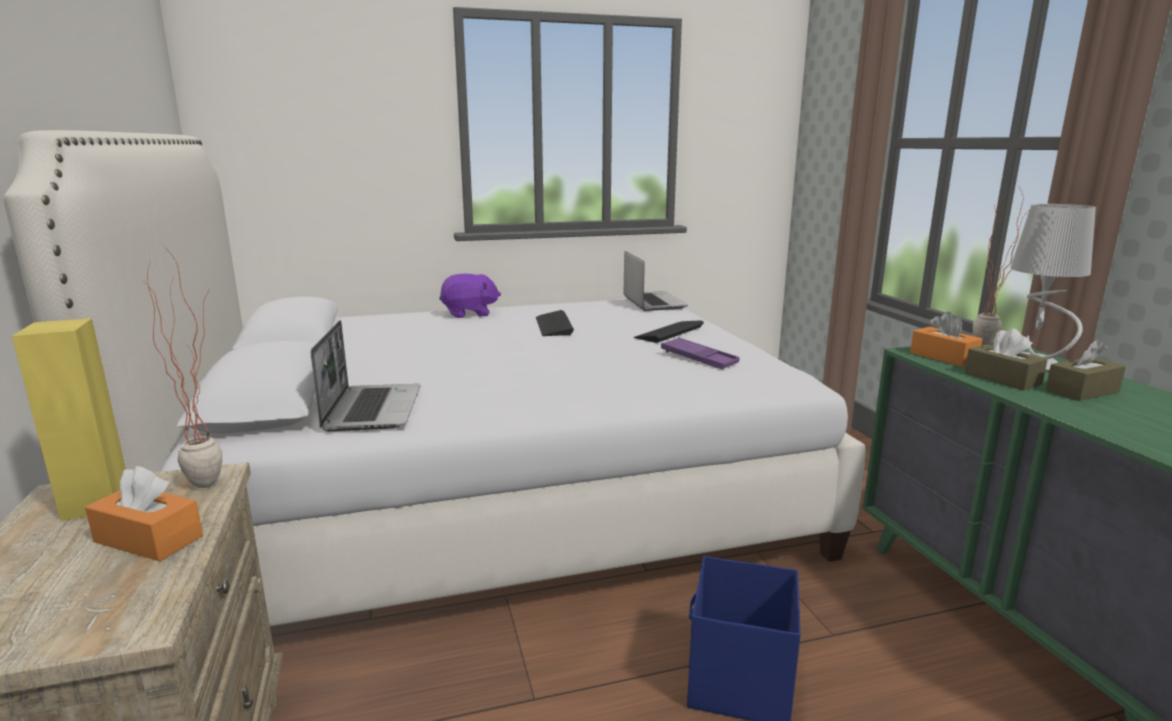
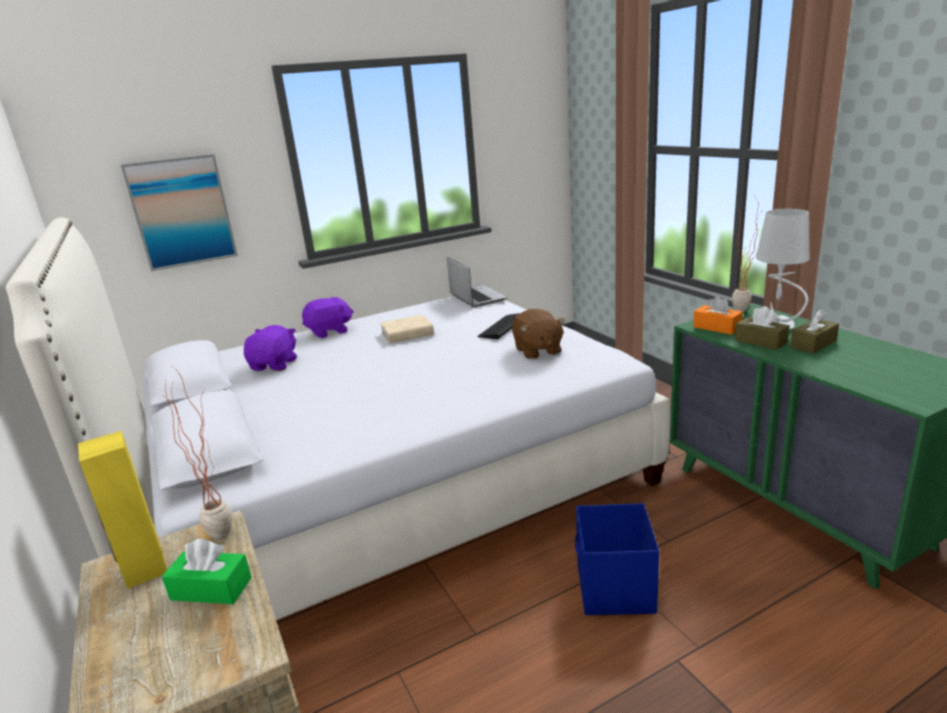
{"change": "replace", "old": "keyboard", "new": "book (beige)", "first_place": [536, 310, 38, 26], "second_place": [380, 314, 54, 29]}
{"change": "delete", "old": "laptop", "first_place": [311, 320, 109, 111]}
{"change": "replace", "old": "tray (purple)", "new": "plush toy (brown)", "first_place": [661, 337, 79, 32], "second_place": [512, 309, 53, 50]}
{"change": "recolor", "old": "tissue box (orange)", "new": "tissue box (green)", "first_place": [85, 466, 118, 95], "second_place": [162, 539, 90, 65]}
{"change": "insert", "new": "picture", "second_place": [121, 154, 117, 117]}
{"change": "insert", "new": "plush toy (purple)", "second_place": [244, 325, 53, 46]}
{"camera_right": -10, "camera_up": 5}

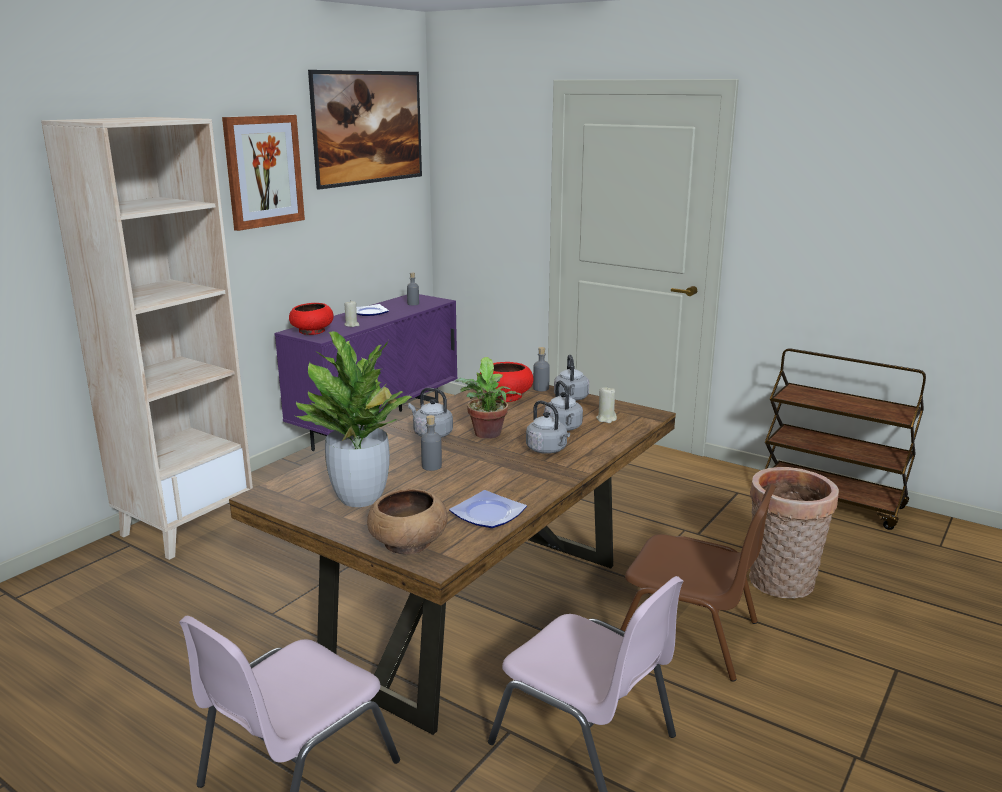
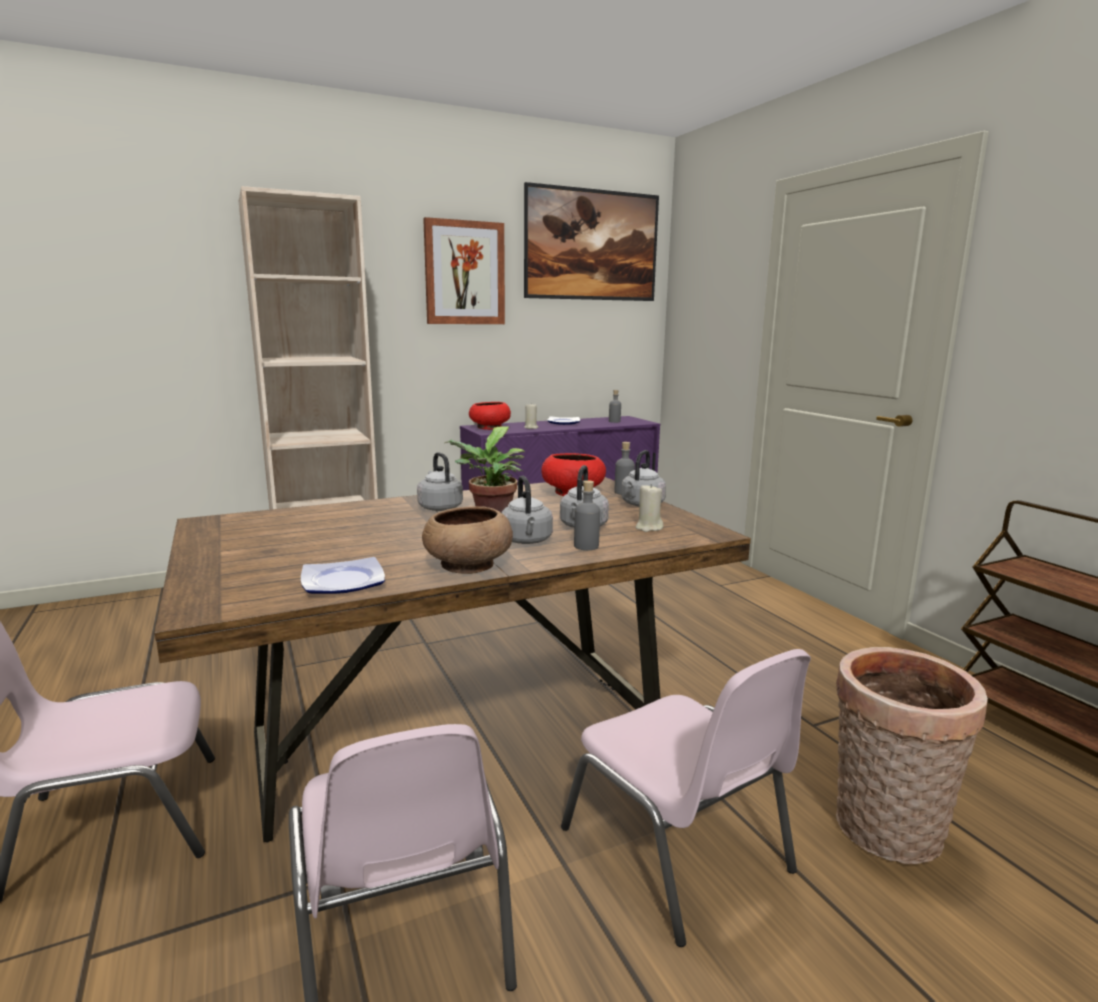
{"change": "delete", "old": "potted plant", "first_place": [296, 331, 116, 176]}
{"change": "move", "old": "bottle (grey)", "first_place": [421, 415, 21, 56], "second_place": [574, 480, 26, 70]}
{"change": "recolor", "old": "chair (brown)", "new": "chair (pink)", "first_place": [620, 483, 157, 198], "second_place": [561, 649, 250, 298]}
{"change": "move", "old": "bowl (brown)", "first_place": [367, 488, 81, 66], "second_place": [422, 506, 91, 68]}
{"camera_right": 30, "camera_up": -5}

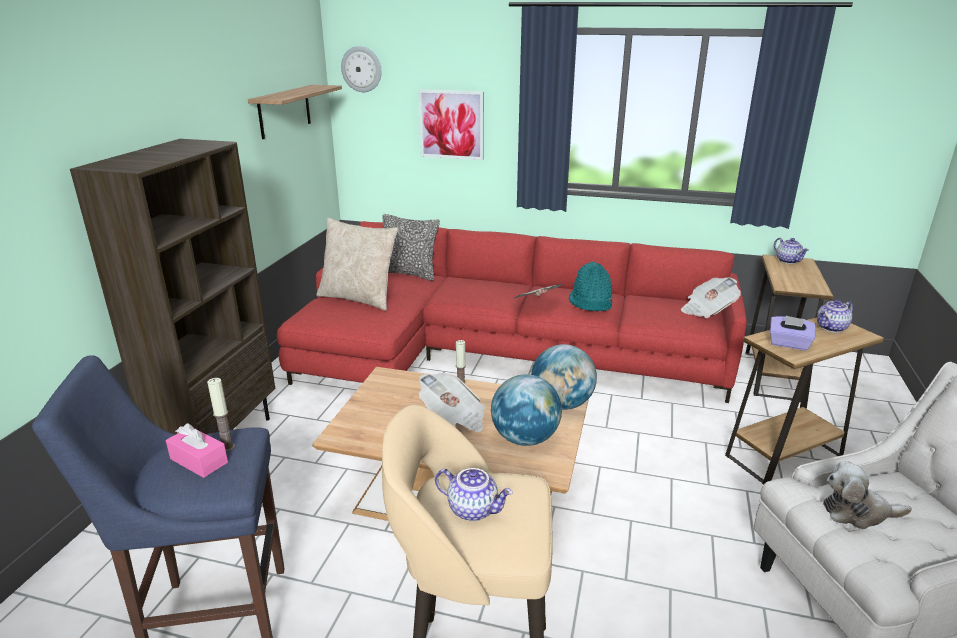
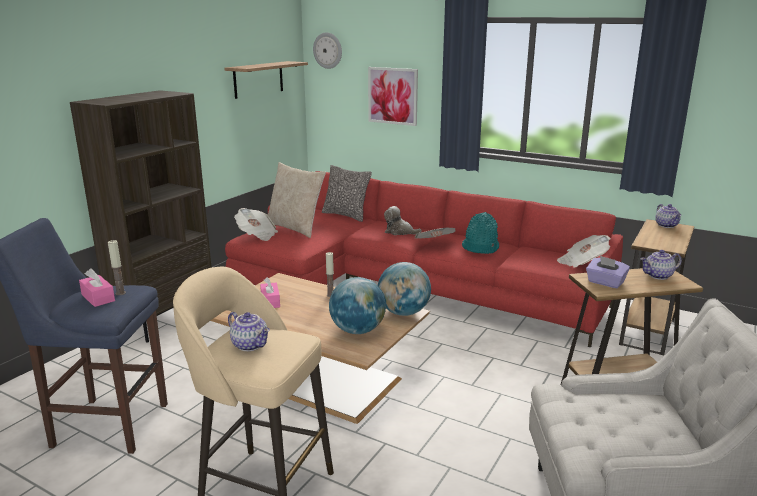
{"change": "move", "old": "newspaper", "first_place": [419, 373, 67, 59], "second_place": [234, 208, 44, 33]}
{"change": "move", "old": "plush toy", "first_place": [823, 461, 89, 69], "second_place": [384, 206, 38, 29]}
{"change": "insert", "new": "tissue box (pink)", "second_place": [260, 277, 20, 31]}
{"camera_right": 15, "camera_up": -5}

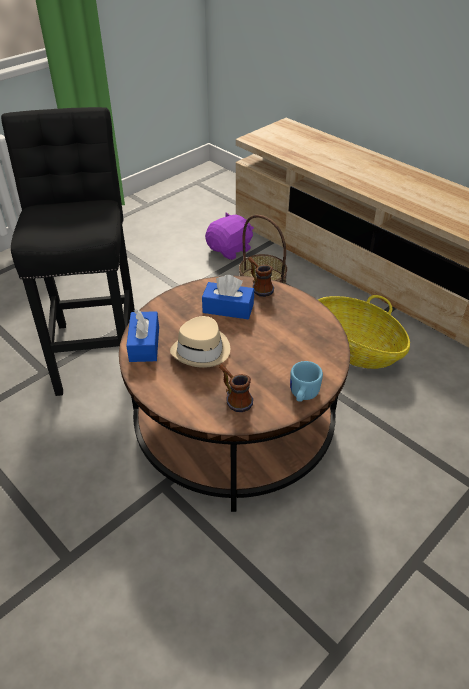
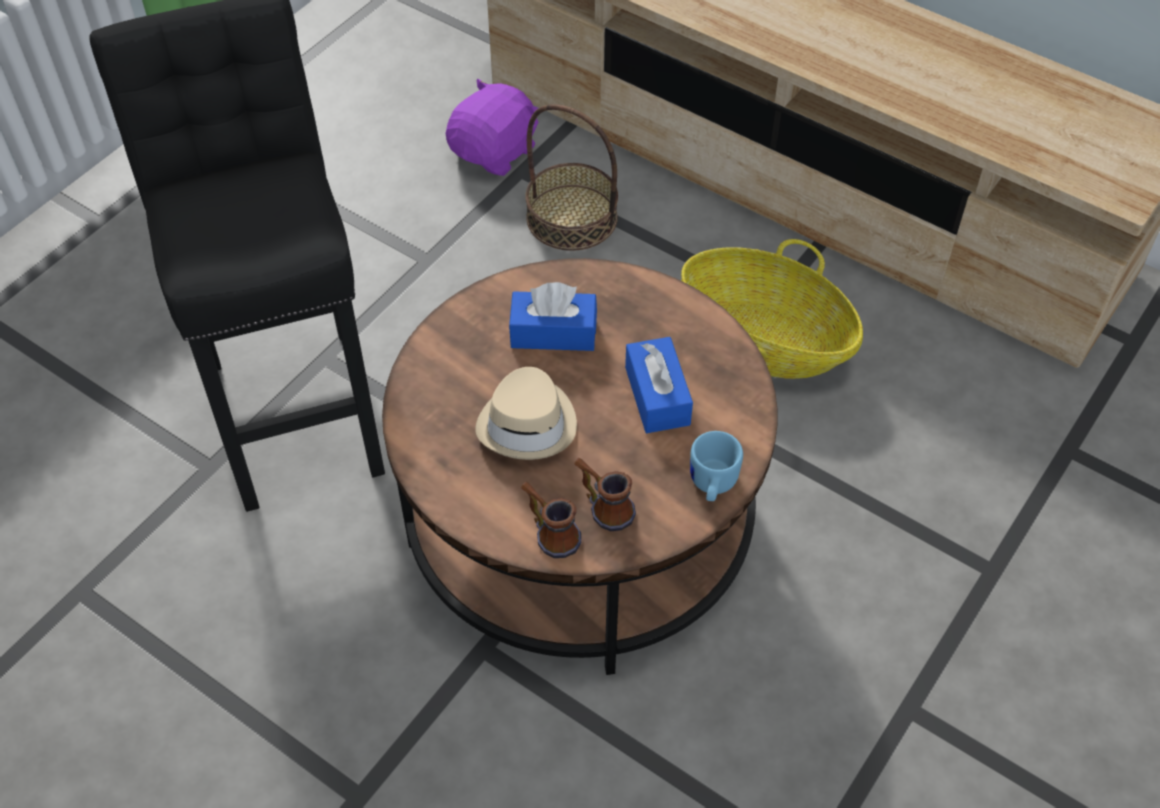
{"change": "move", "old": "mug", "first_place": [248, 257, 26, 40], "second_place": [521, 482, 60, 76]}
{"change": "move", "old": "tissue box (blue)", "first_place": [126, 309, 33, 53], "second_place": [625, 337, 68, 96]}
{"camera_right": -10, "camera_up": 10}

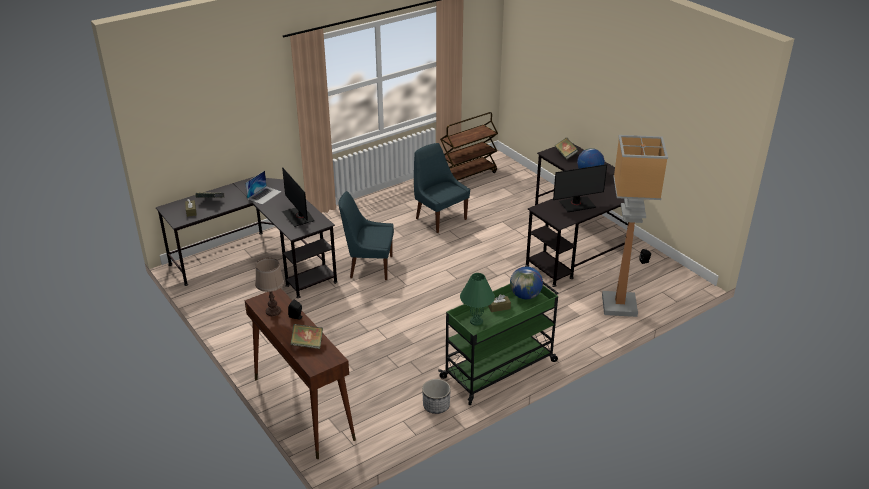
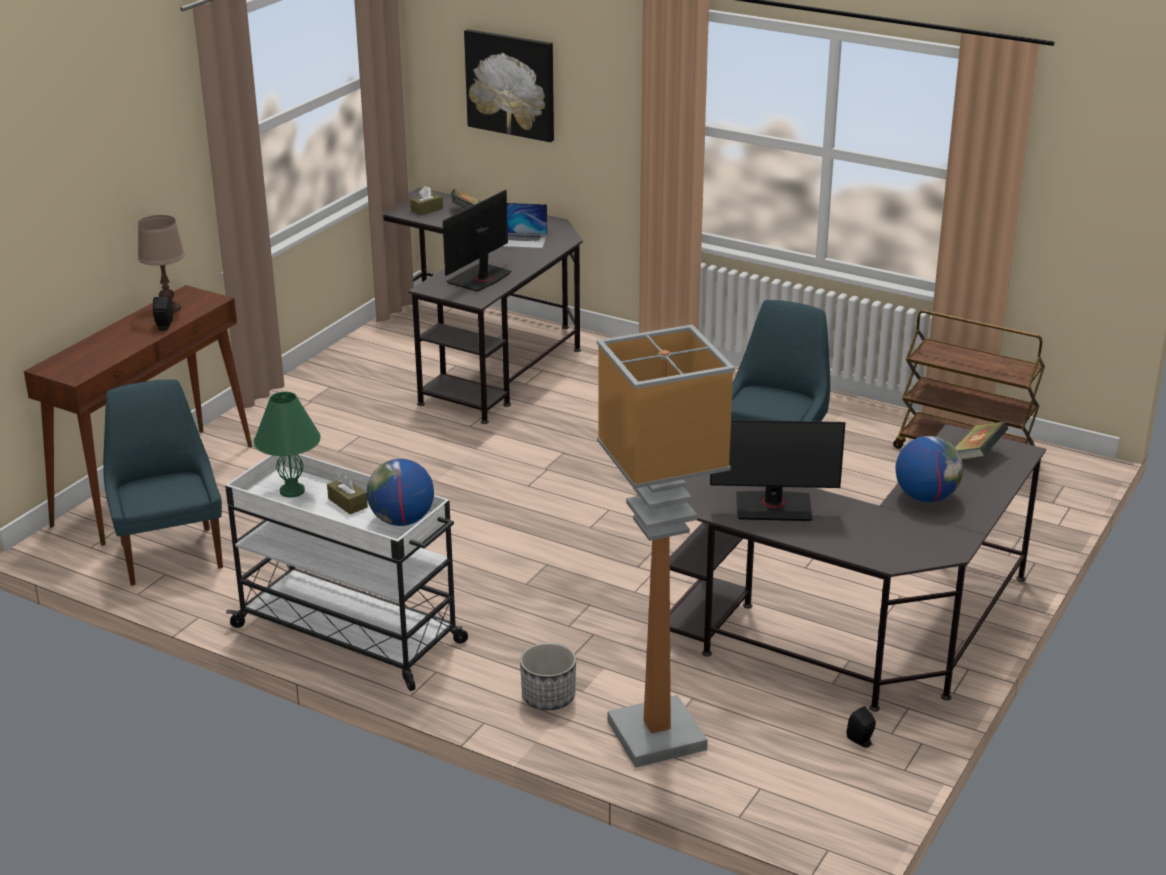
{"change": "rotate", "old": "monitor", "first_place": [553, 164, 54, 48], "second_place": [710, 420, 136, 101], "degrees": -45}
{"change": "move", "old": "chair (blue)", "first_place": [339, 191, 55, 89], "second_place": [103, 379, 120, 207]}
{"change": "recolor", "old": "cart (green)", "new": "cart (white)", "first_place": [438, 282, 120, 123], "second_place": [225, 454, 243, 237]}
{"change": "delete", "old": "book", "first_place": [290, 324, 33, 25]}
{"change": "move", "old": "planter", "first_place": [422, 379, 29, 35], "second_place": [520, 643, 56, 67]}
{"change": "insert", "new": "picture", "second_place": [464, 29, 90, 113]}
{"camera_right": 65, "camera_up": -5}

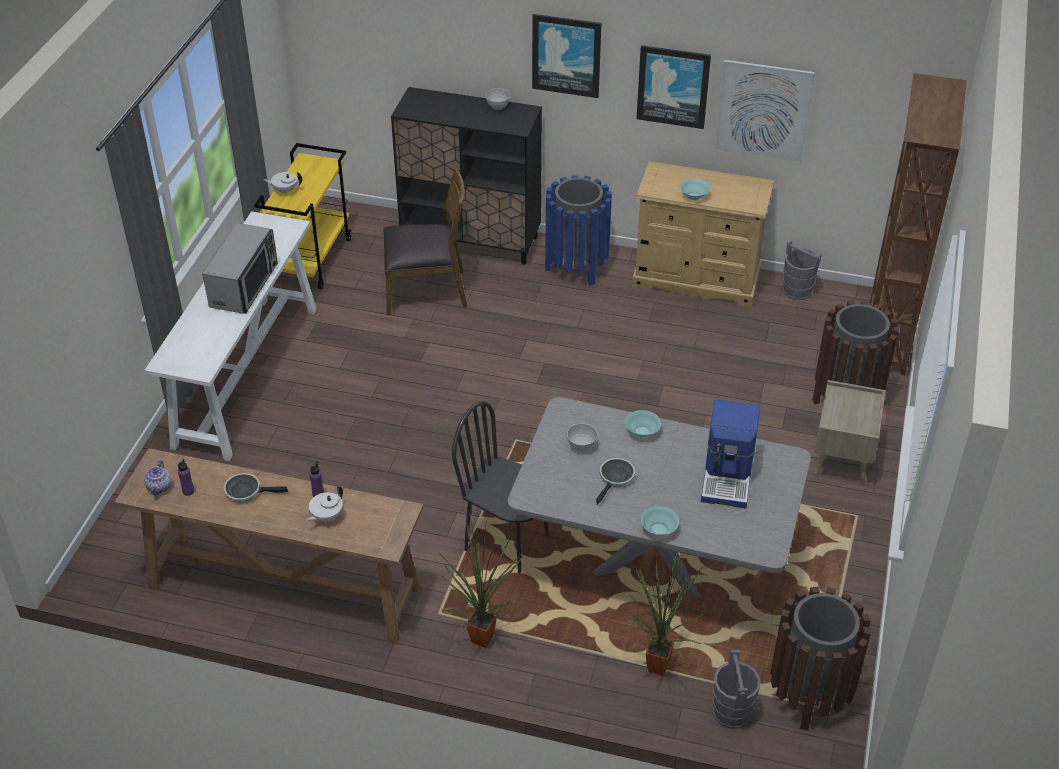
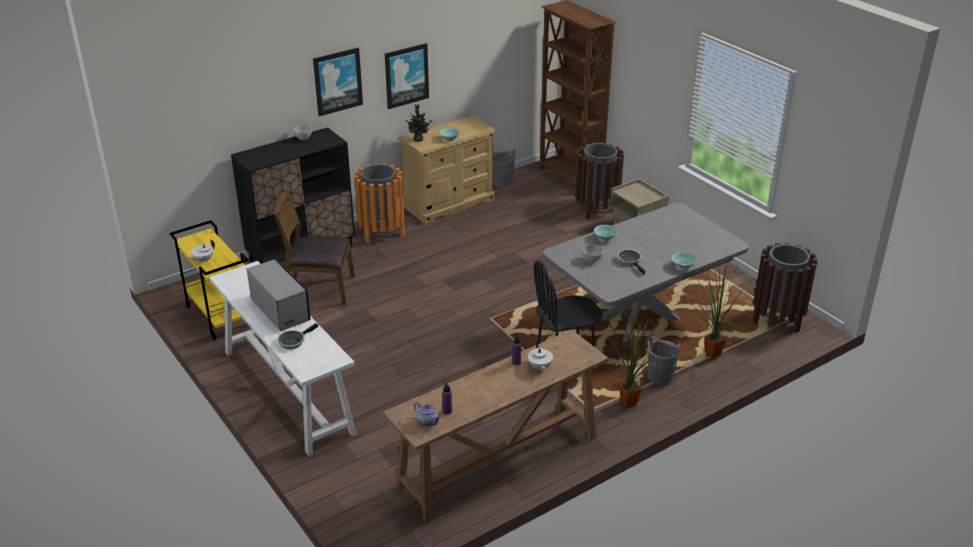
{"change": "delete", "old": "picture", "first_place": [715, 60, 100, 102]}
{"change": "rotate", "old": "chair (brown)", "first_place": [383, 168, 84, 147], "second_place": [274, 191, 81, 114], "degrees": -120}
{"change": "recolor", "old": "trash can (blue)", "new": "trash can (orange)", "first_place": [545, 175, 67, 111], "second_place": [354, 163, 51, 80]}
{"change": "delete", "old": "coffee machine", "first_place": [701, 399, 59, 110]}
{"change": "move", "old": "frying pan", "first_place": [224, 473, 64, 29], "second_place": [277, 323, 41, 26]}
{"change": "move", "old": "bucket (grey)", "first_place": [713, 650, 47, 79], "second_place": [648, 333, 33, 53]}
{"change": "insert", "new": "potted plant", "second_place": [405, 104, 28, 38]}
{"camera_right": -50, "camera_up": -10}

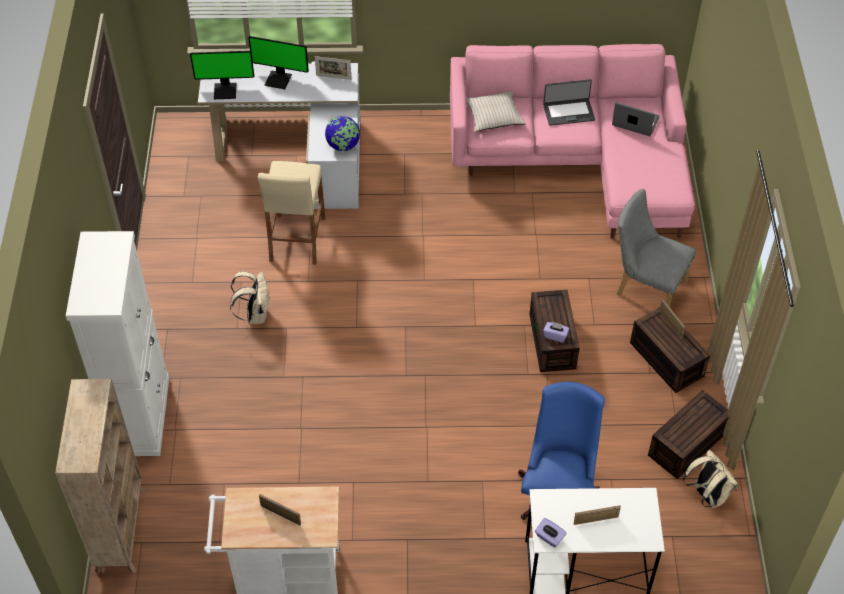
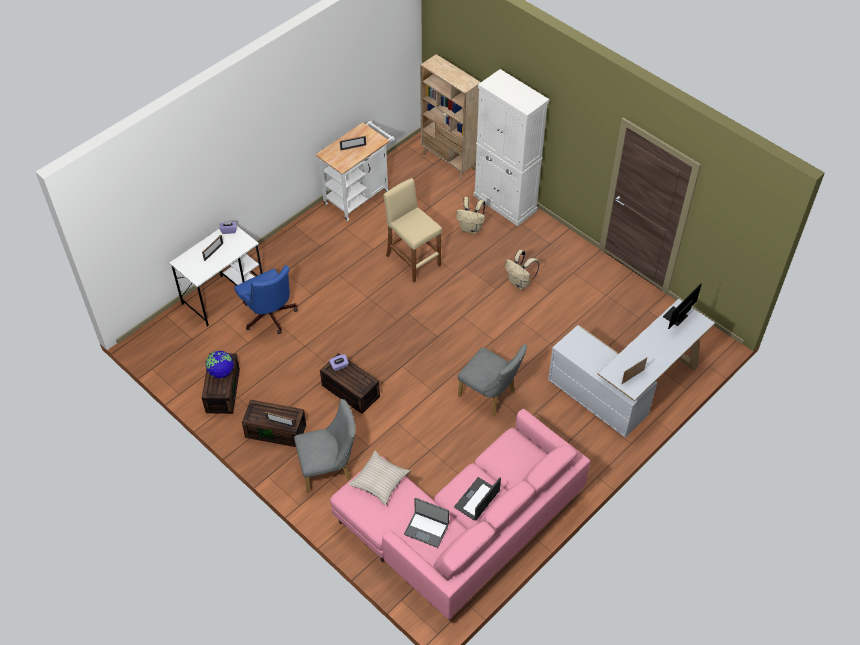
{"change": "delete", "old": "monitor", "first_place": [248, 36, 61, 53]}
{"change": "move", "old": "pillow (beige)", "first_place": [467, 91, 59, 41], "second_place": [348, 451, 62, 55]}
{"change": "rotate", "old": "laptop", "first_place": [612, 102, 48, 34], "second_place": [404, 498, 45, 50], "degrees": 45}
{"change": "move", "old": "globe", "first_place": [325, 116, 35, 35], "second_place": [205, 351, 29, 27]}
{"change": "move", "old": "stool (beige)", "first_place": [258, 161, 67, 104], "second_place": [383, 178, 59, 104]}
{"change": "move", "old": "backpack (beige)", "first_place": [683, 449, 55, 59], "second_place": [456, 197, 30, 37]}
{"change": "insert", "new": "chair (grey)", "second_place": [458, 344, 69, 72]}
{"camera_right": 135, "camera_up": 0}

